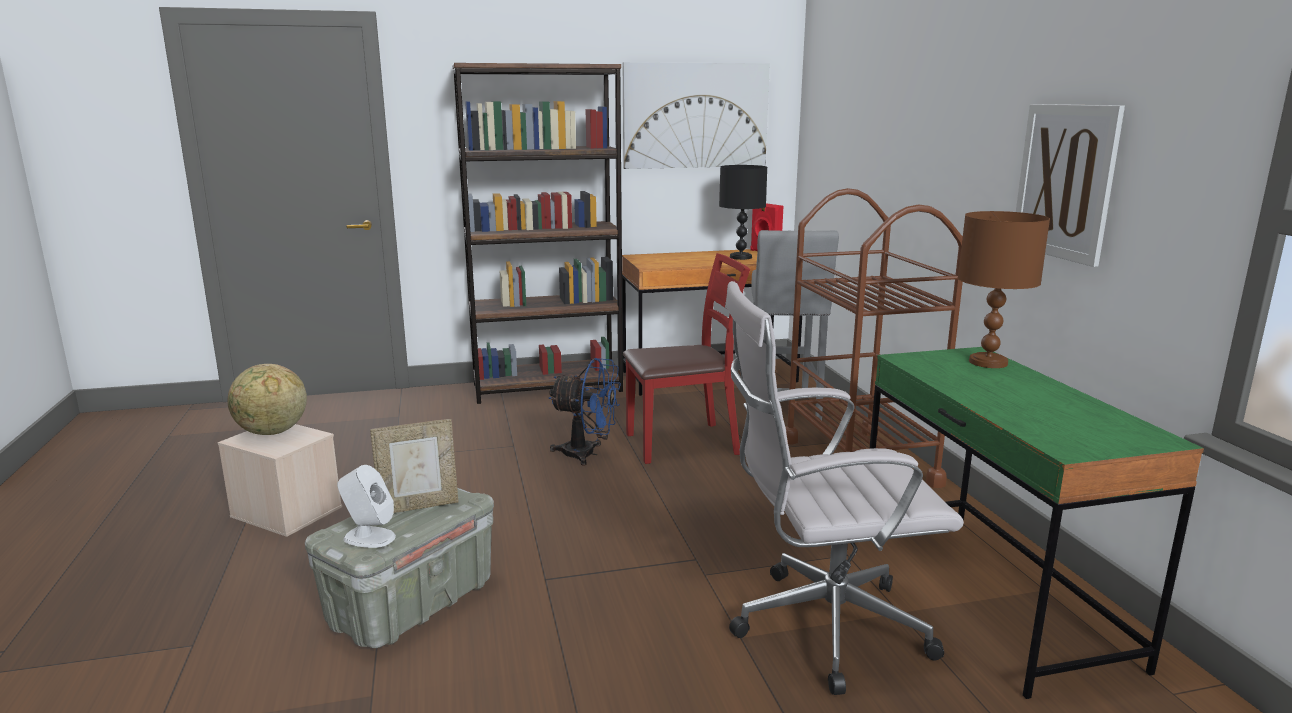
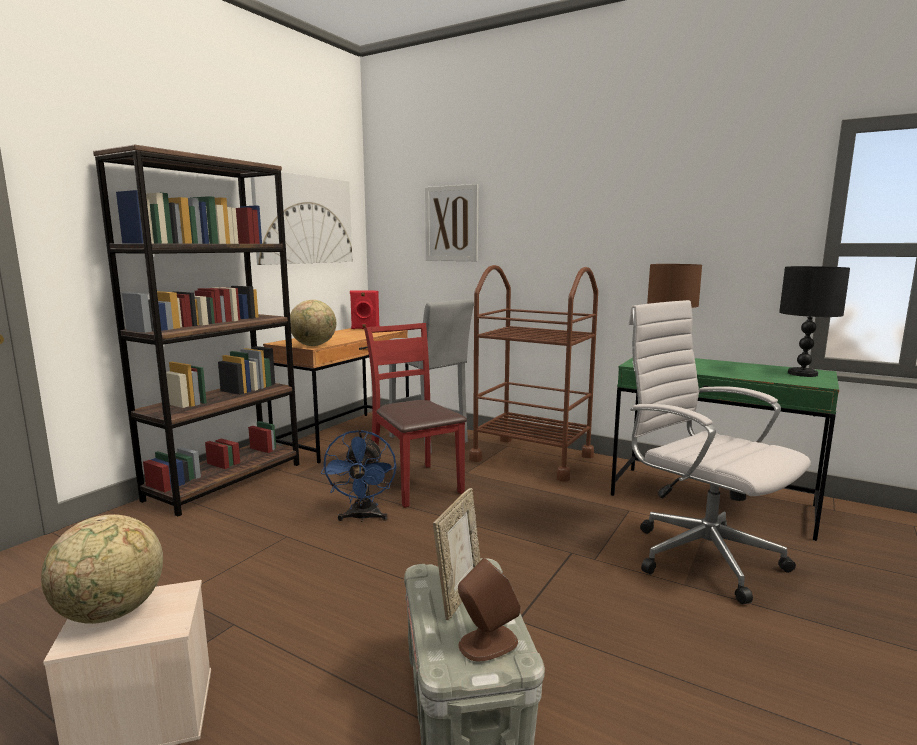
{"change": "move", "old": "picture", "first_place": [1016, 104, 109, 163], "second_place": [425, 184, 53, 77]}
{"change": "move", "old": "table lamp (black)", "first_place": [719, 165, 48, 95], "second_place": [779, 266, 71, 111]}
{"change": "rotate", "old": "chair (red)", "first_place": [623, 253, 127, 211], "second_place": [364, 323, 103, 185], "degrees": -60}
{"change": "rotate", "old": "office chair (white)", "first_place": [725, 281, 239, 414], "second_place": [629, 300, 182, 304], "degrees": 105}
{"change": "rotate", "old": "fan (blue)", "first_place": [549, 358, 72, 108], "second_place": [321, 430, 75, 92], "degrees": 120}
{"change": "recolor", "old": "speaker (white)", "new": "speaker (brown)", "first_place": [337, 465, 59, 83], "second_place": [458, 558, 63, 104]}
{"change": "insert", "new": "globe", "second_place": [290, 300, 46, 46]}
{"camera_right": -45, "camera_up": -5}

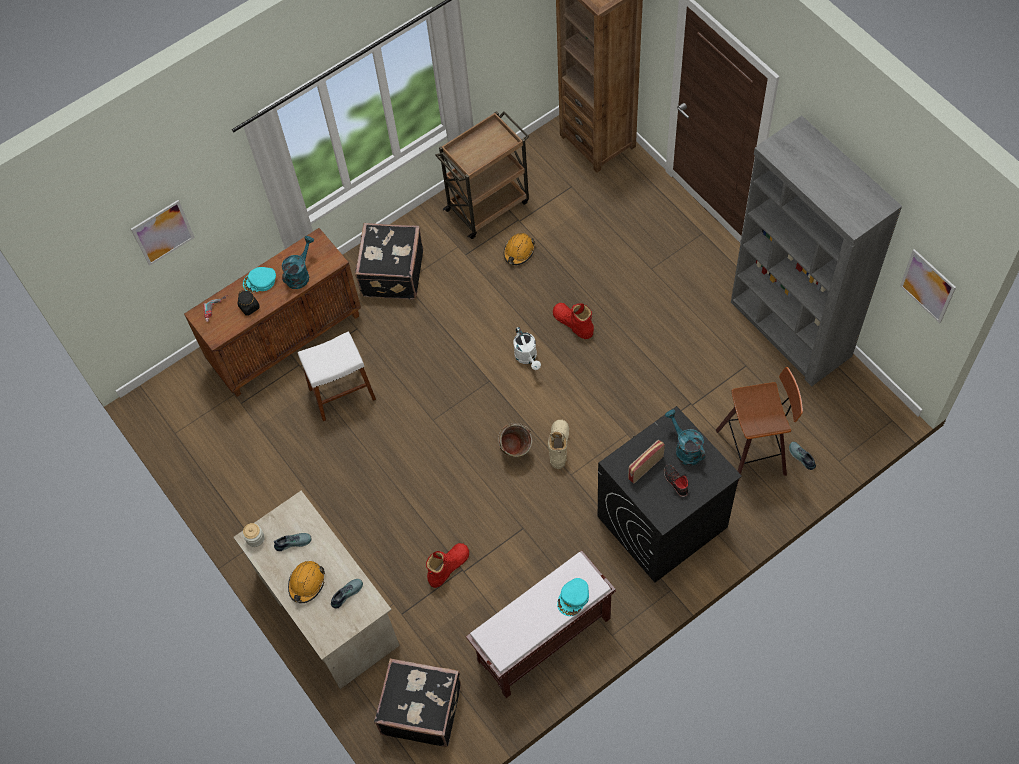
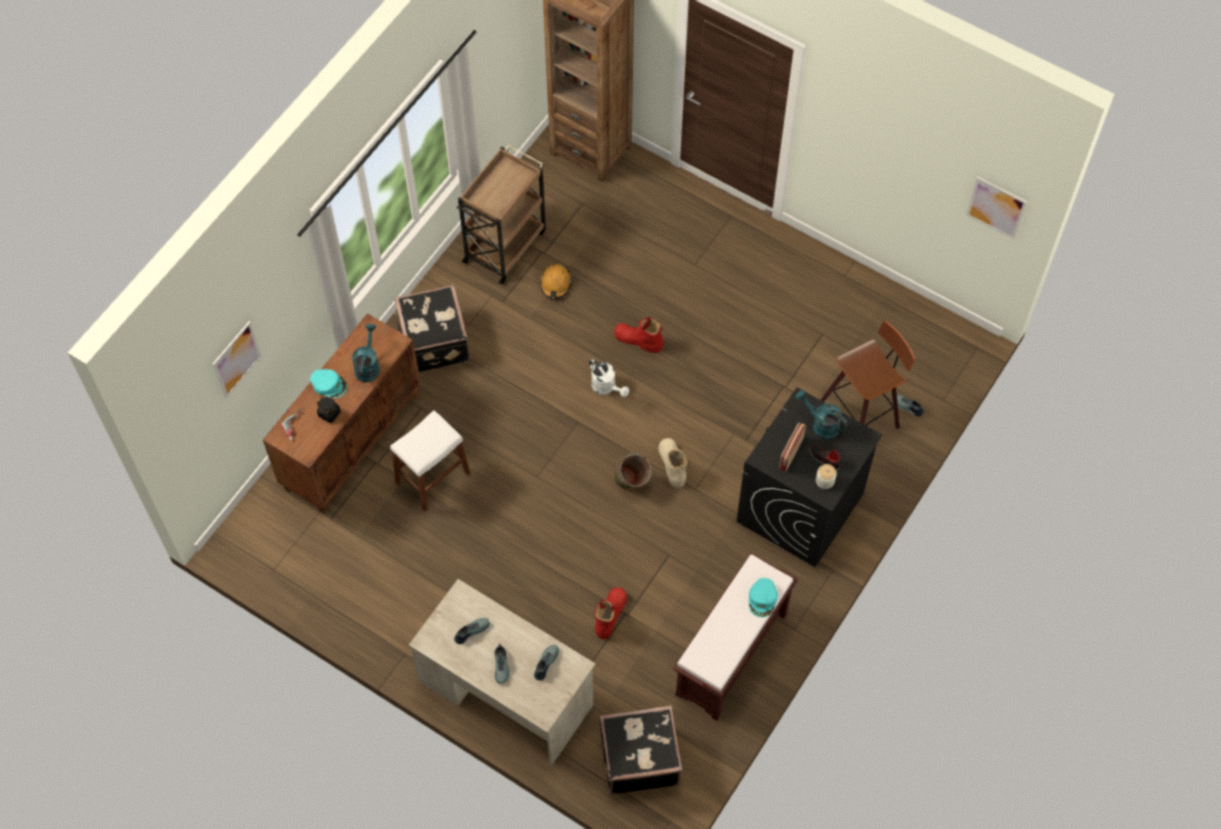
{"change": "delete", "old": "bookcase (grey)", "first_place": [731, 115, 171, 272]}
{"change": "rotate", "old": "cap (turquoise)", "first_place": [243, 267, 33, 25], "second_place": [310, 369, 37, 29], "degrees": -120}
{"change": "move", "old": "jar", "first_place": [243, 523, 22, 24], "second_place": [816, 464, 21, 25]}
{"change": "replace", "old": "hard hat (orange)", "new": "shoe", "first_place": [288, 561, 37, 42], "second_place": [495, 644, 15, 40]}
{"camera_right": -25, "camera_up": 0}

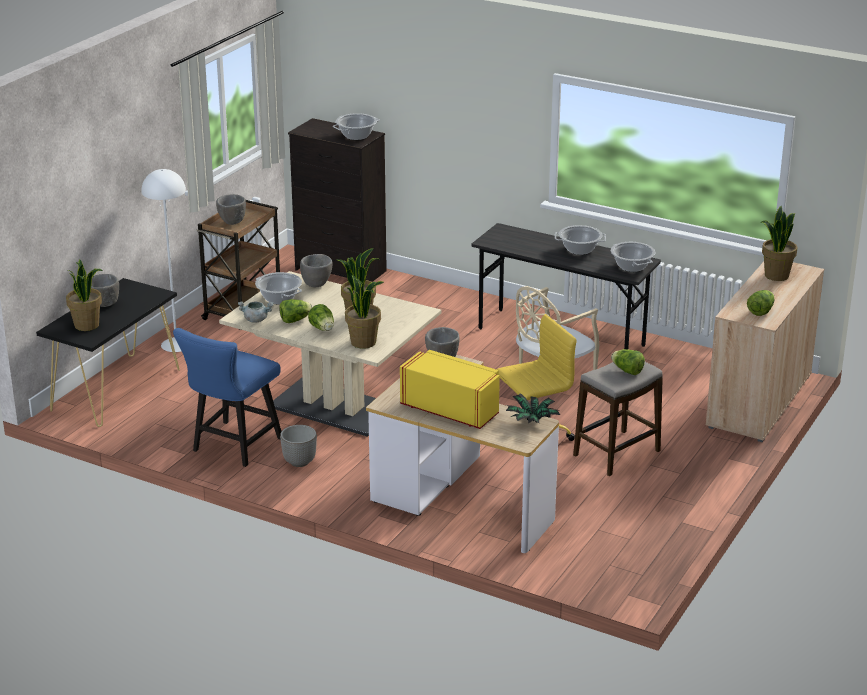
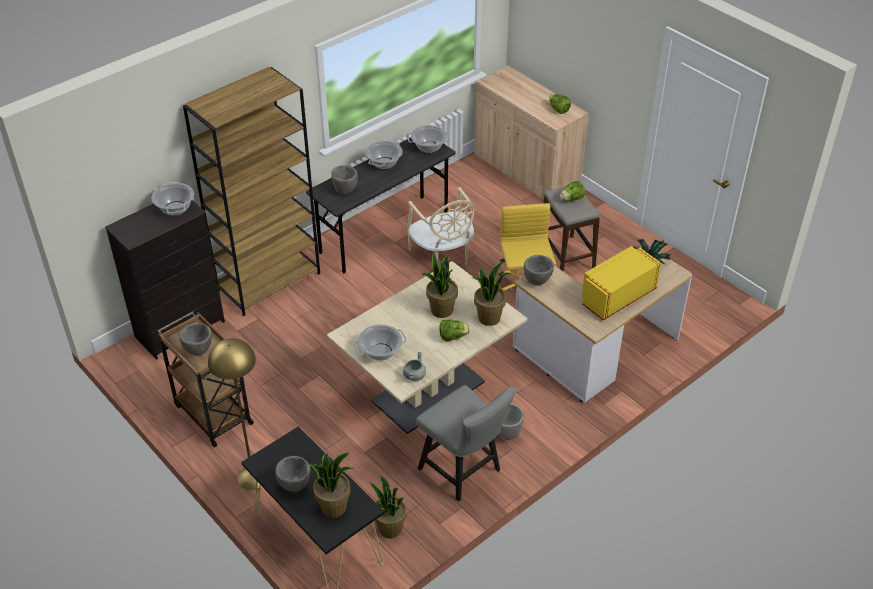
{"change": "recolor", "old": "floor lamp (white)", "new": "floor lamp (yellow)", "first_place": [141, 169, 45, 183], "second_place": [208, 338, 54, 152]}
{"change": "move", "old": "potted plant", "first_place": [762, 206, 35, 75], "second_place": [369, 476, 38, 62]}
{"change": "move", "old": "bowl (grey)", "first_place": [300, 254, 32, 33], "second_place": [331, 165, 27, 30]}
{"change": "delete", "old": "lettuce", "first_place": [280, 299, 32, 24]}
{"change": "recolor", "old": "chair (blue)", "new": "chair (grey)", "first_place": [173, 328, 109, 139], "second_place": [416, 385, 100, 116]}
{"change": "insert", "new": "bookcase (brown)", "second_place": [183, 67, 137, 249]}
{"camera_right": -70, "camera_up": 15}

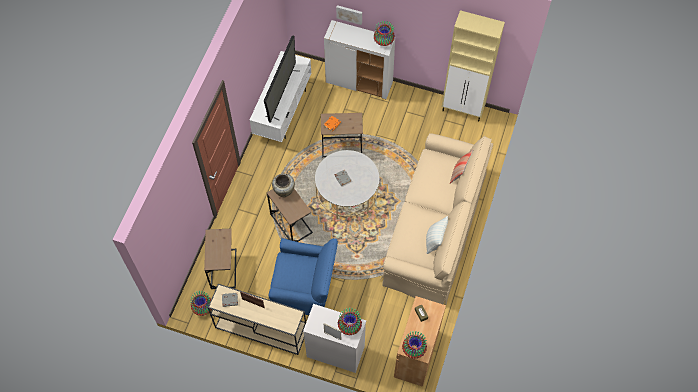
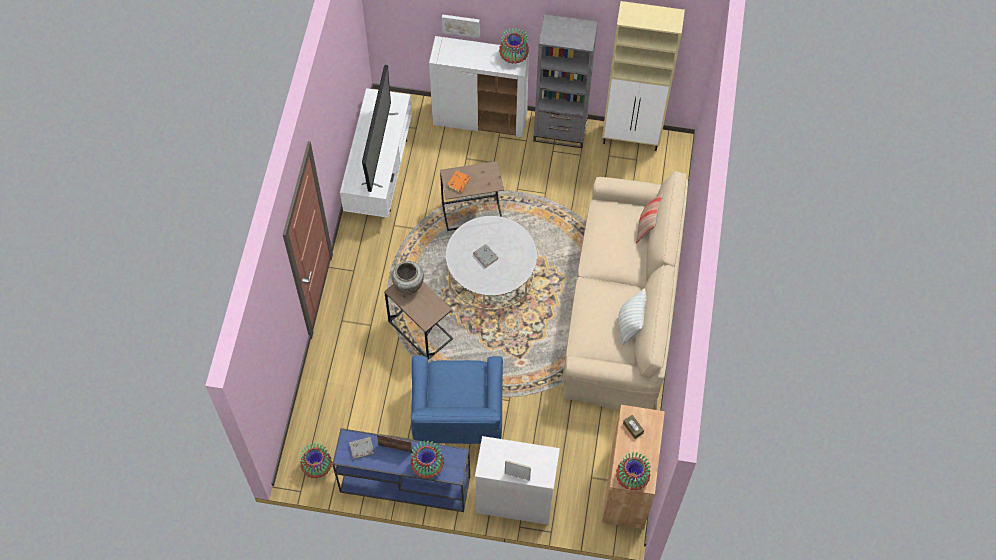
{"change": "delete", "old": "side table (brown)", "first_place": [204, 229, 32, 60]}
{"change": "rotate", "old": "armchair (blue)", "first_place": [269, 238, 69, 77], "second_place": [411, 355, 92, 89], "degrees": 90}
{"change": "recolor", "old": "console table (beige)", "new": "console table (blue)", "first_place": [208, 284, 98, 71], "second_place": [332, 428, 138, 84]}
{"change": "move", "old": "vase", "first_place": [338, 308, 24, 27], "second_place": [410, 441, 34, 38]}
{"change": "insert", "new": "bookcase (grey)", "second_place": [533, 14, 65, 134]}
{"camera_right": -10, "camera_up": 0}

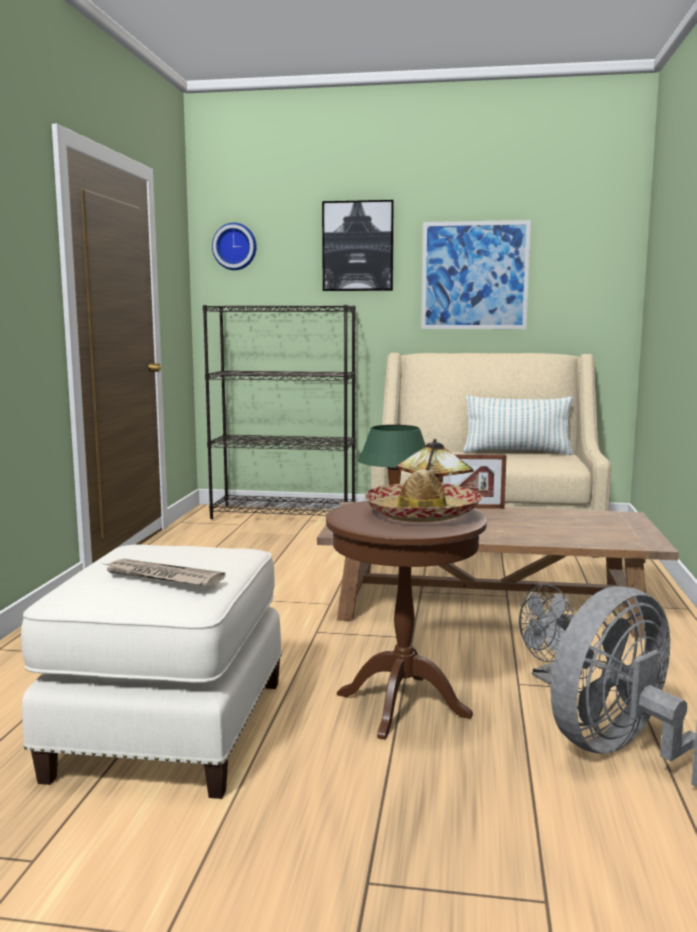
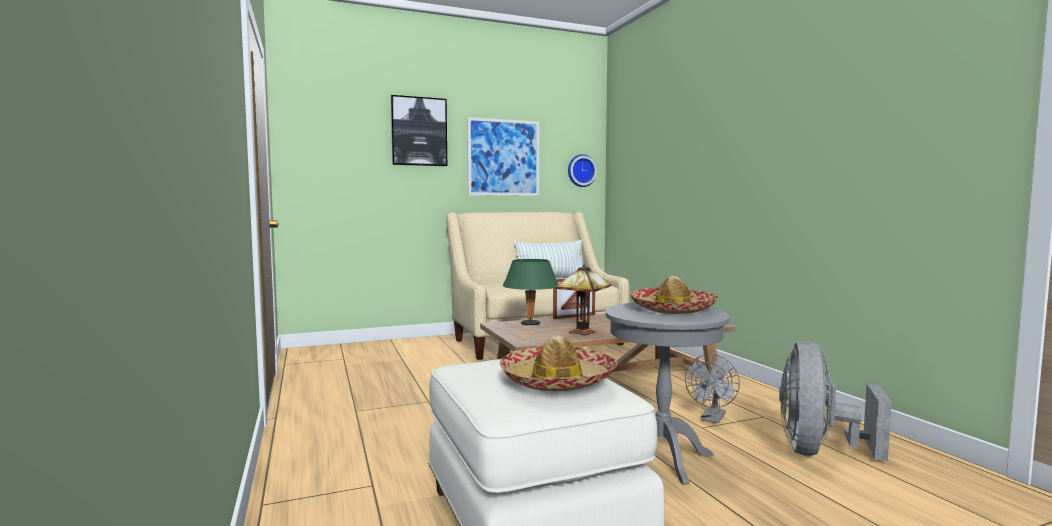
{"change": "move", "old": "wall clock", "first_place": [212, 223, 44, 47], "second_place": [568, 154, 29, 33]}
{"change": "delete", "old": "bookcase (black)", "first_place": [203, 305, 152, 214]}
{"change": "recolor", "old": "side table (brown)", "new": "side table (grey)", "first_place": [326, 501, 161, 238], "second_place": [605, 303, 125, 182]}
{"change": "replace", "old": "newspaper", "new": "hat", "first_place": [102, 558, 124, 29], "second_place": [500, 335, 117, 56]}
{"camera_right": -30, "camera_up": -5}

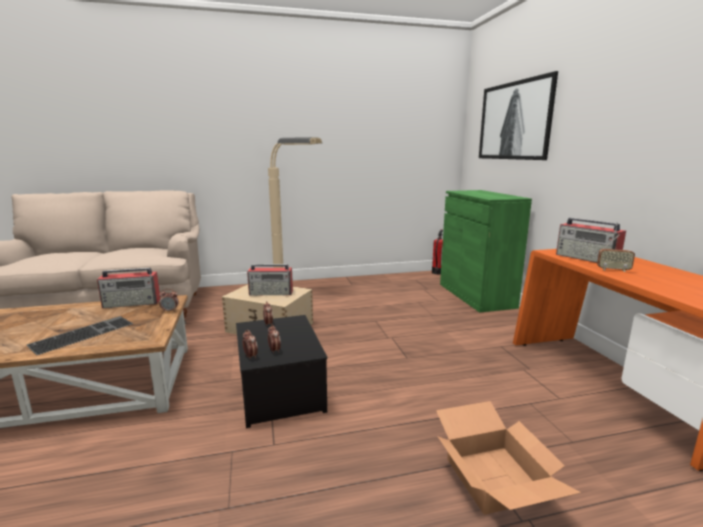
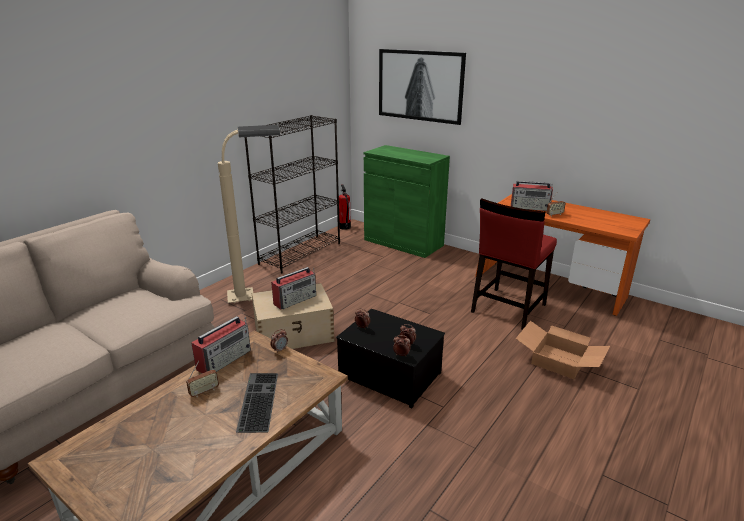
{"change": "insert", "new": "bookcase (black)", "second_place": [245, 115, 95, 158]}
{"change": "insert", "new": "chair (red)", "second_place": [471, 199, 86, 131]}
{"change": "insert", "new": "radio", "second_place": [186, 361, 33, 36]}
{"camera_right": -40, "camera_up": 10}

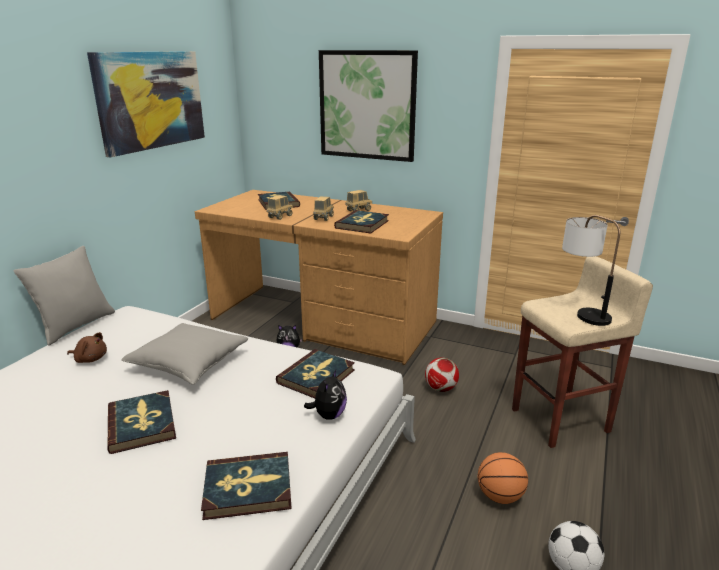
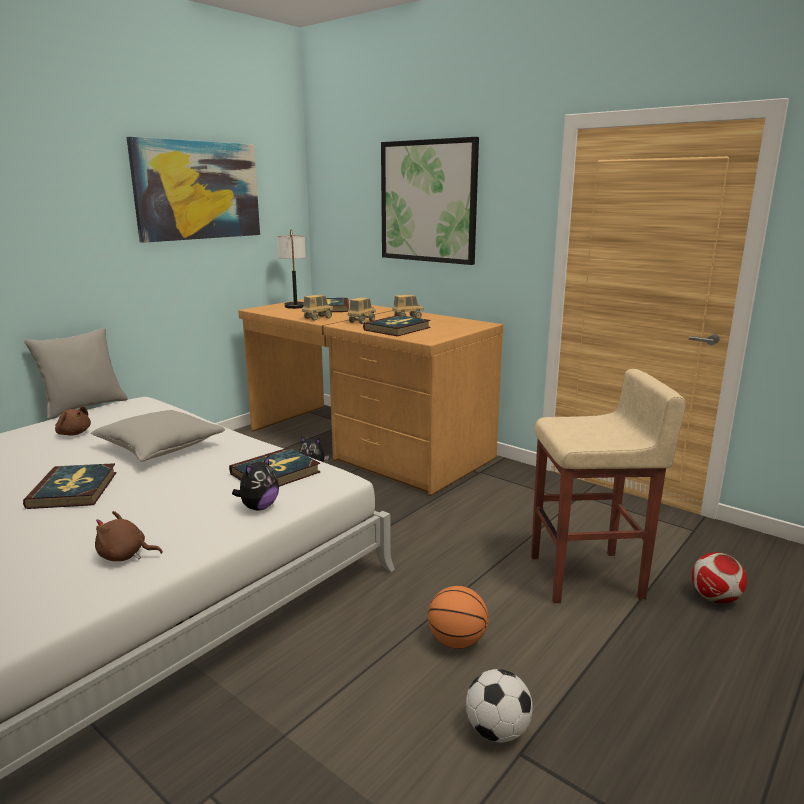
{"change": "move", "old": "table lamp", "first_place": [562, 215, 58, 111], "second_place": [277, 229, 29, 80]}
{"change": "move", "old": "football", "first_place": [425, 358, 34, 34], "second_place": [692, 552, 55, 52]}
{"change": "replace", "old": "book", "new": "plush toy (brown)", "first_place": [201, 452, 91, 68], "second_place": [95, 511, 68, 50]}
{"camera_right": 15, "camera_up": -5}

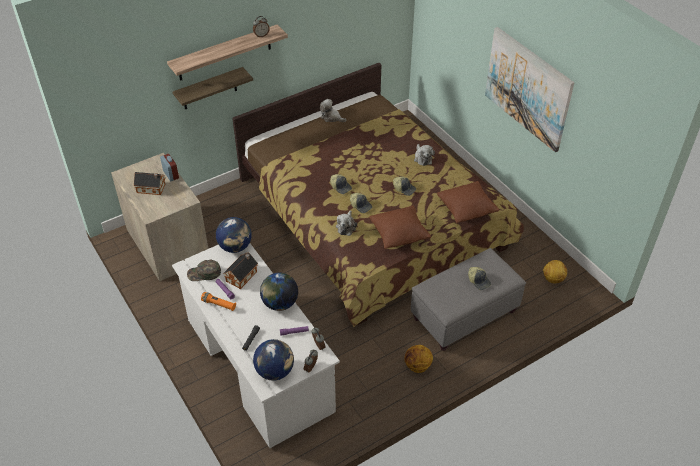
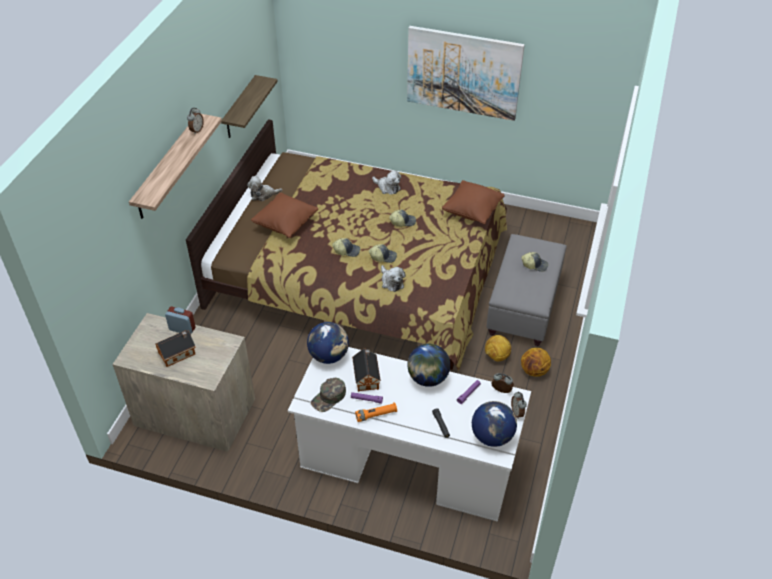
{"change": "move", "old": "shelf", "first_place": [173, 67, 80, 42], "second_place": [221, 75, 57, 63]}
{"change": "move", "old": "pillow (brown)", "first_place": [370, 206, 61, 43], "second_place": [251, 192, 67, 46]}
{"change": "move", "old": "football", "first_place": [543, 260, 24, 23], "second_place": [485, 335, 26, 26]}
{"camera_right": -40, "camera_up": 0}

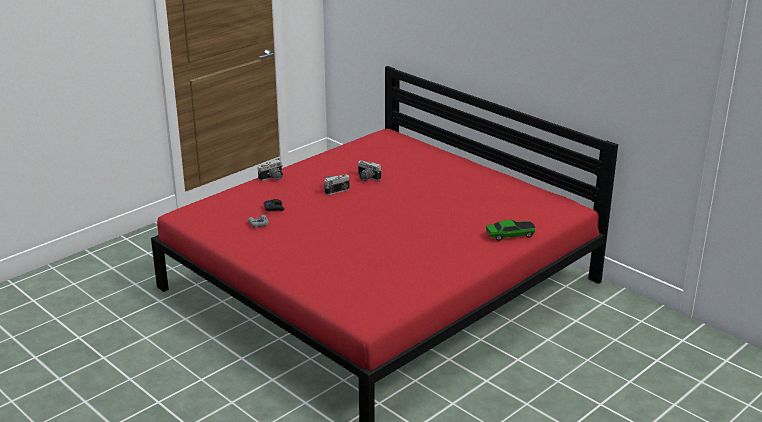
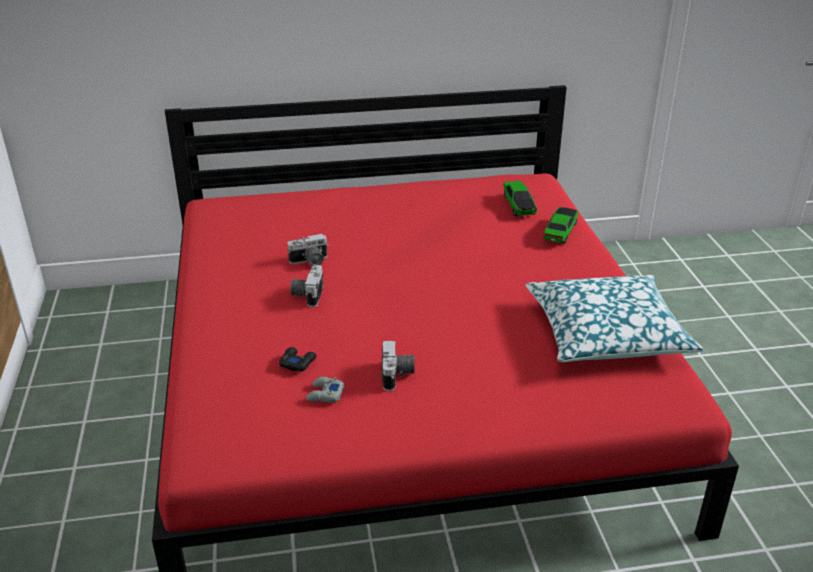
{"change": "move", "old": "photo camera", "first_place": [258, 159, 25, 22], "second_place": [381, 341, 34, 50]}
{"change": "insert", "new": "toy car", "second_place": [503, 181, 34, 35]}
{"change": "insert", "new": "pillow", "second_place": [525, 275, 179, 87]}
{"camera_right": -55, "camera_up": 5}

